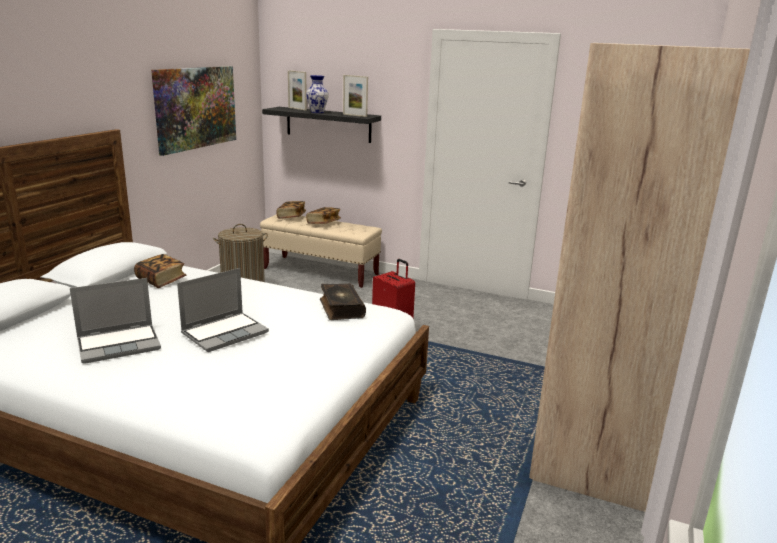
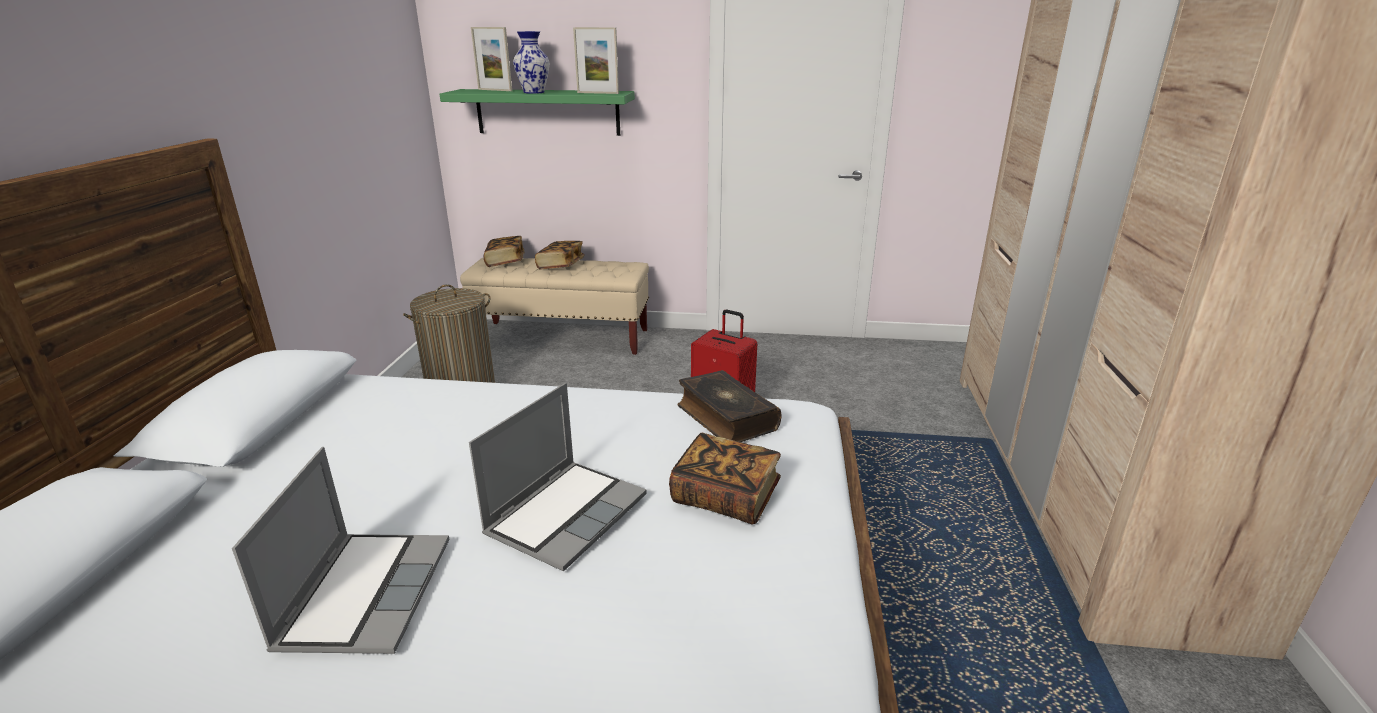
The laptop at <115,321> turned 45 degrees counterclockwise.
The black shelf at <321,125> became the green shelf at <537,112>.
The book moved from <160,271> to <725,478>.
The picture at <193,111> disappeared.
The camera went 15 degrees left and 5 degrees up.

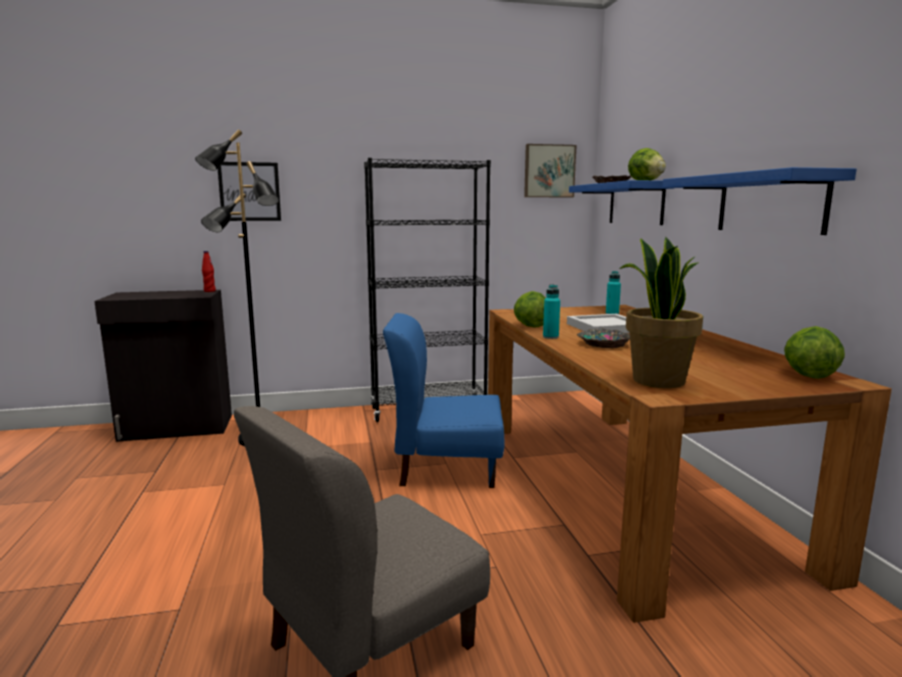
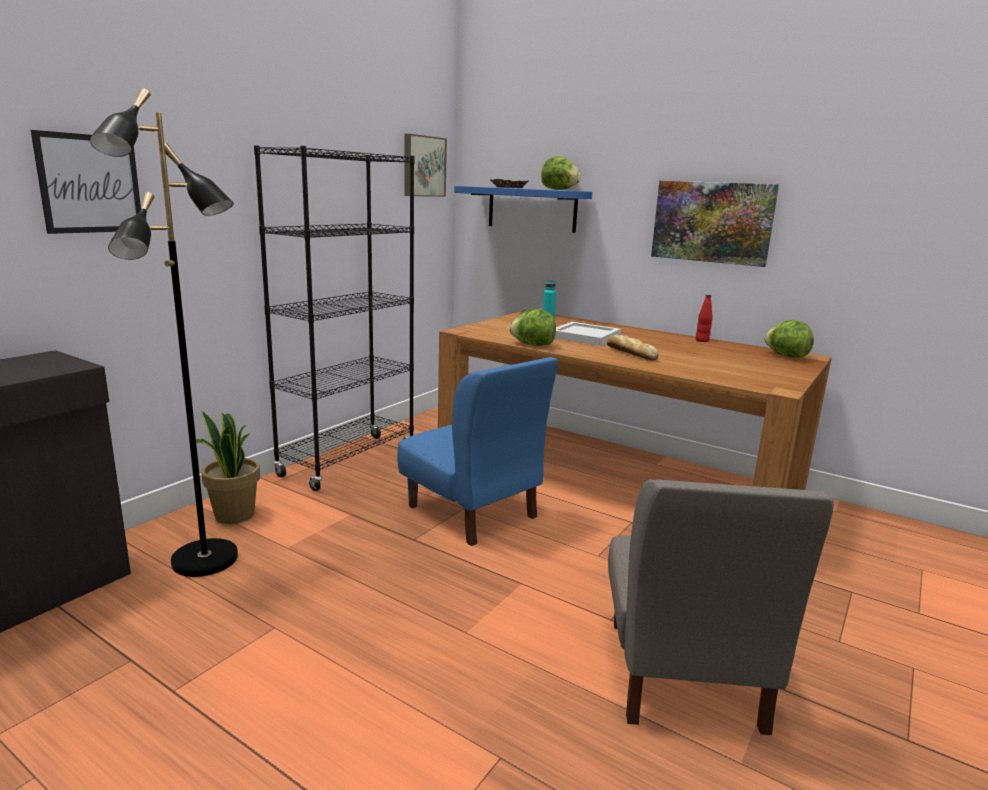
The potted plant moved from <661,312> to <228,467>.
The blue chair at <444,400> turned 90 degrees counterclockwise.
The bowl at <603,338> was replaced by the bread at <633,348>.
The blue shelf at <759,201> was replaced by the picture at <715,224>.
The red bottle moved from <209,271> to <704,318>.
The turquoise bottle at <551,311> disappeared.
The camera went 45 degrees left and 5 degrees up.

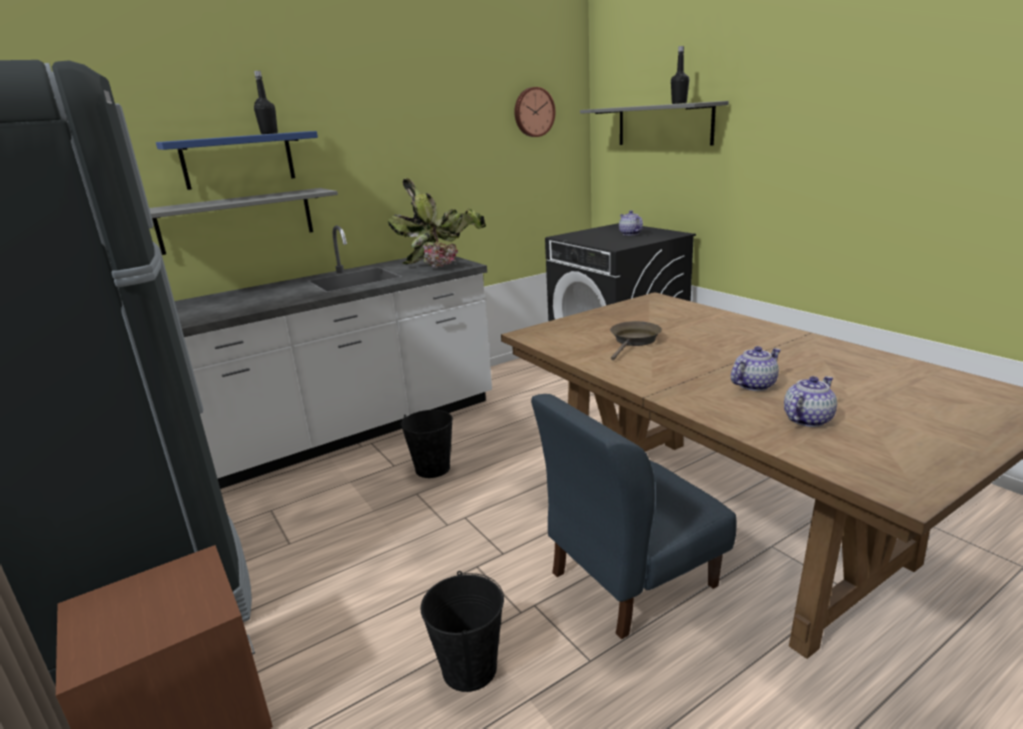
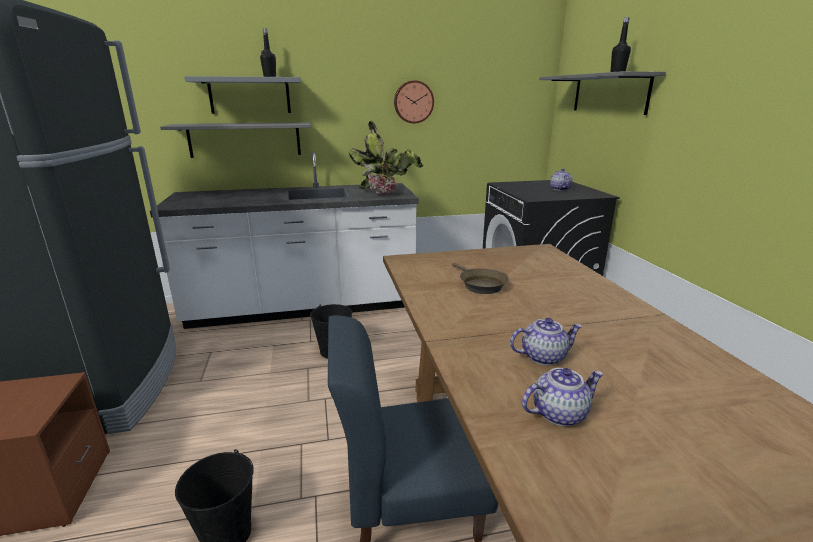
The blue shelf at <237,160> became the grey shelf at <242,95>.
The wall clock moved from <534,112> to <414,102>.
The brown frying pan at <636,340> turned 105 degrees clockwise.
The camera went 20 degrees right and 0 degrees up.

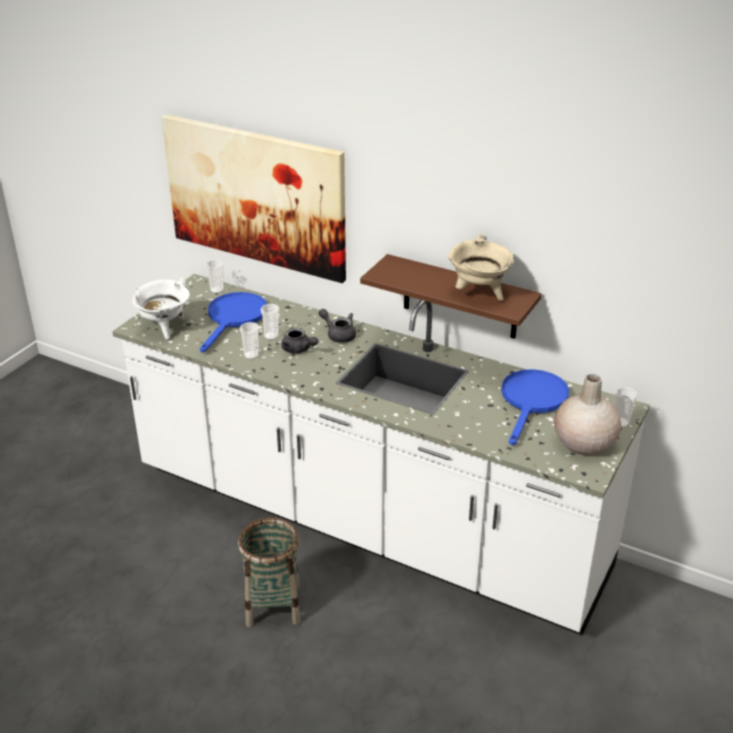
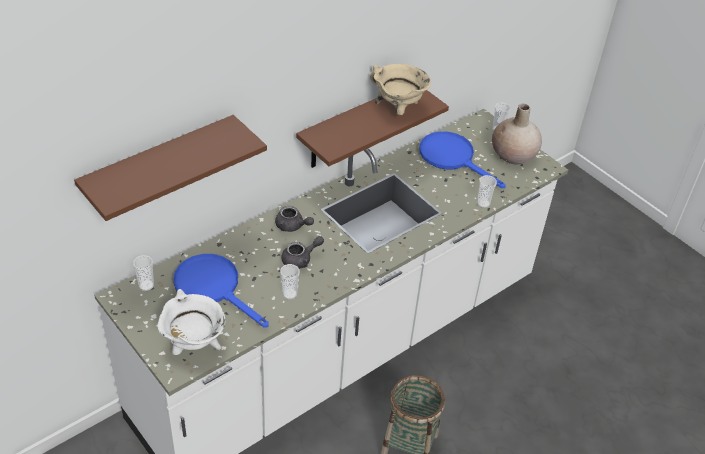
The picture at <253,198> was replaced by the brown shelf at <170,168>.
The grey teapot at <337,326> turned 120 degrees counterclockwise.
The cup moved from <270,322> to <487,191>.
The camera went 70 degrees left and 10 degrees up.

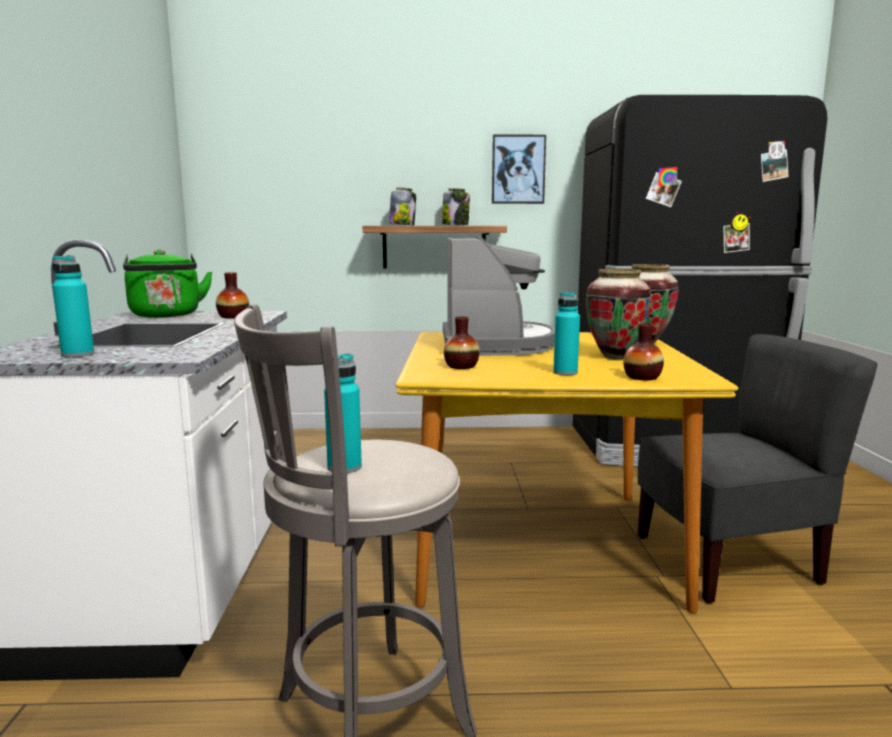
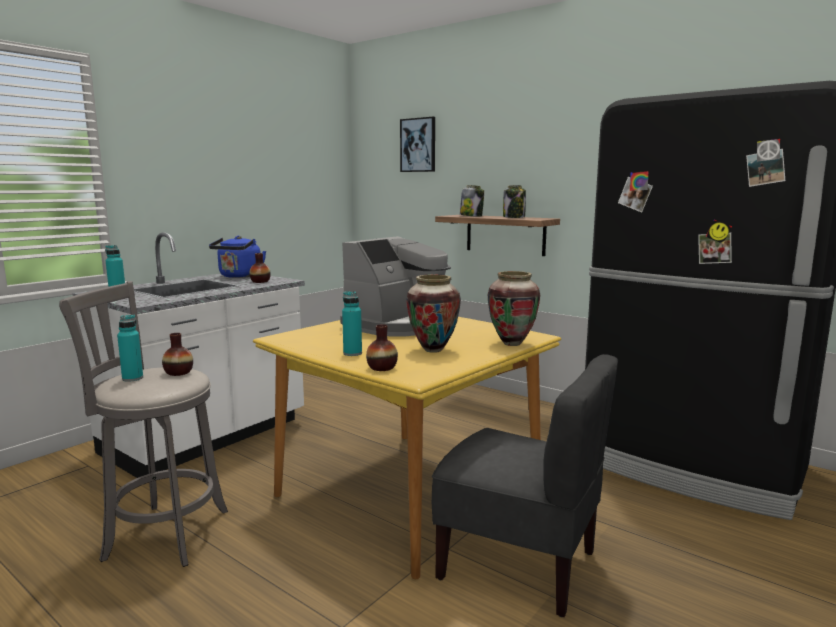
The vase moved from <462,343> to <177,354>.
The green kettle at <168,283> became the blue kettle at <237,257>.
The picture moved from <519,169> to <417,144>.
The camera went 40 degrees right and 0 degrees up.

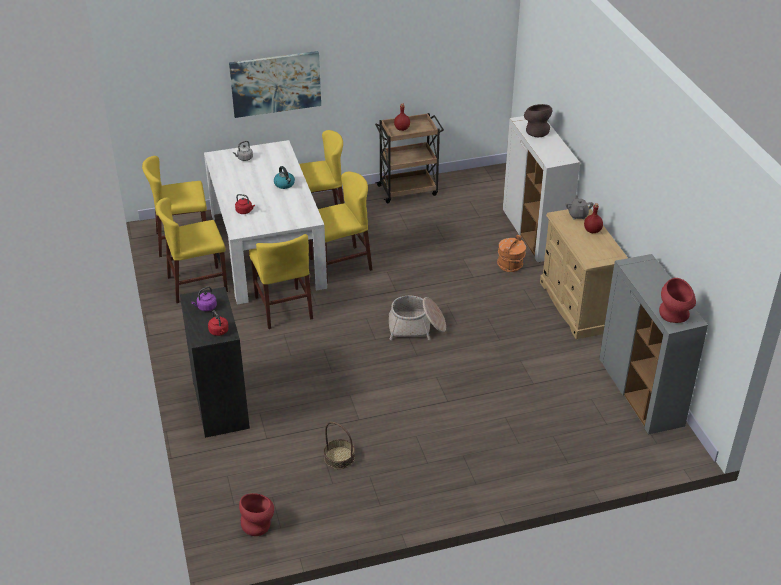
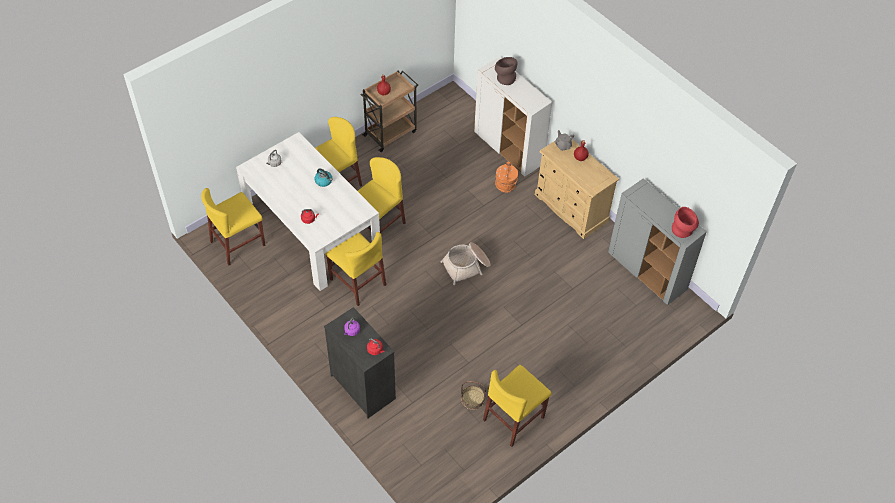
The yellow chair moved from <192,250> to <517,406>.
The picture at <275,84> disappeared.
The red vase at <256,514> disappeared.
The camera went 25 degrees left and 15 degrees up.

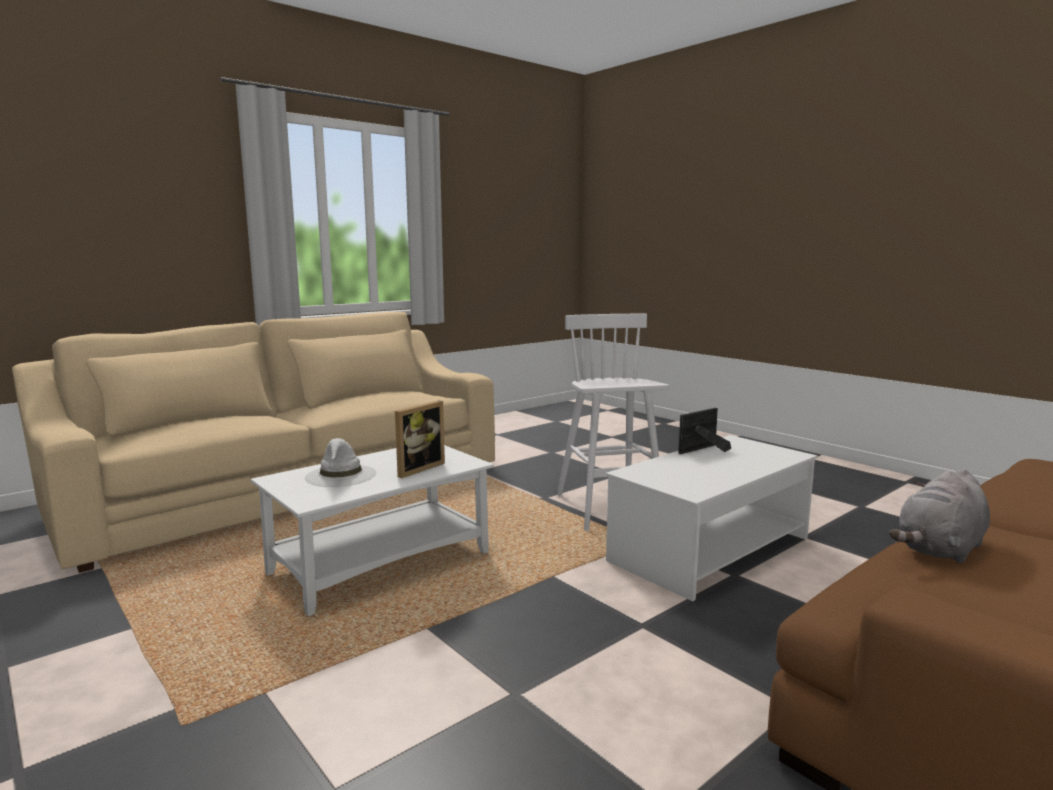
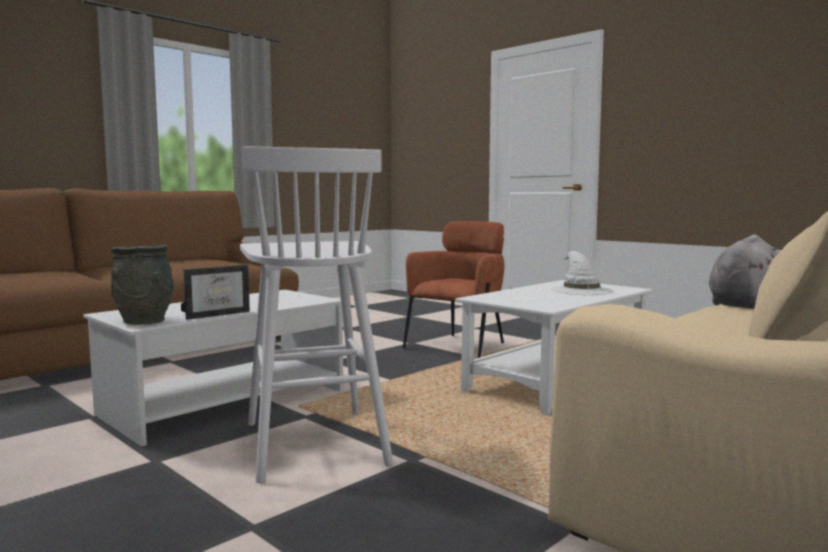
The grey vase at <142,285> appeared.
The brown armchair at <453,289> appeared.
The grey plush toy moved from <939,516> to <747,272>.
The picture frame at <420,439> disappeared.
The camera went 175 degrees right and 5 degrees down.

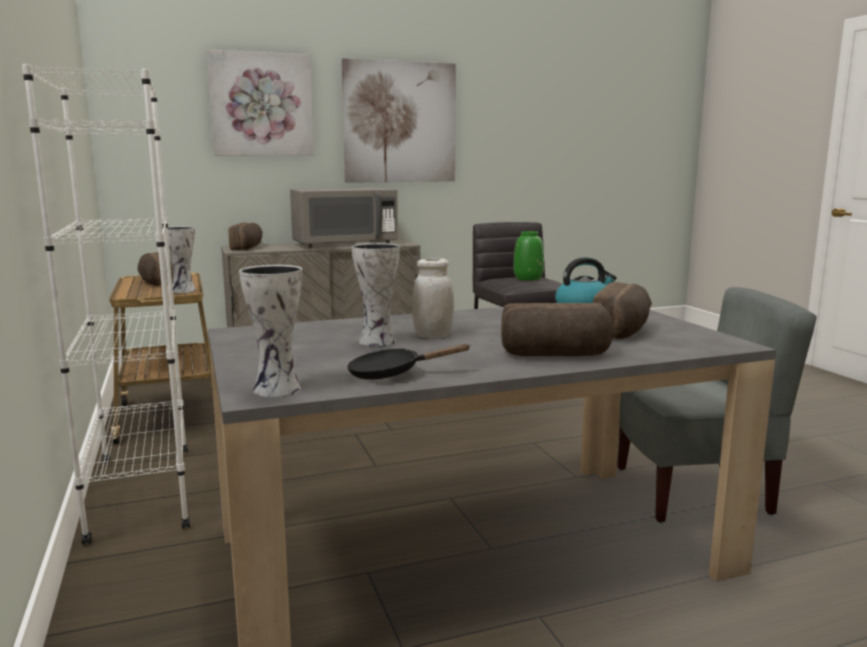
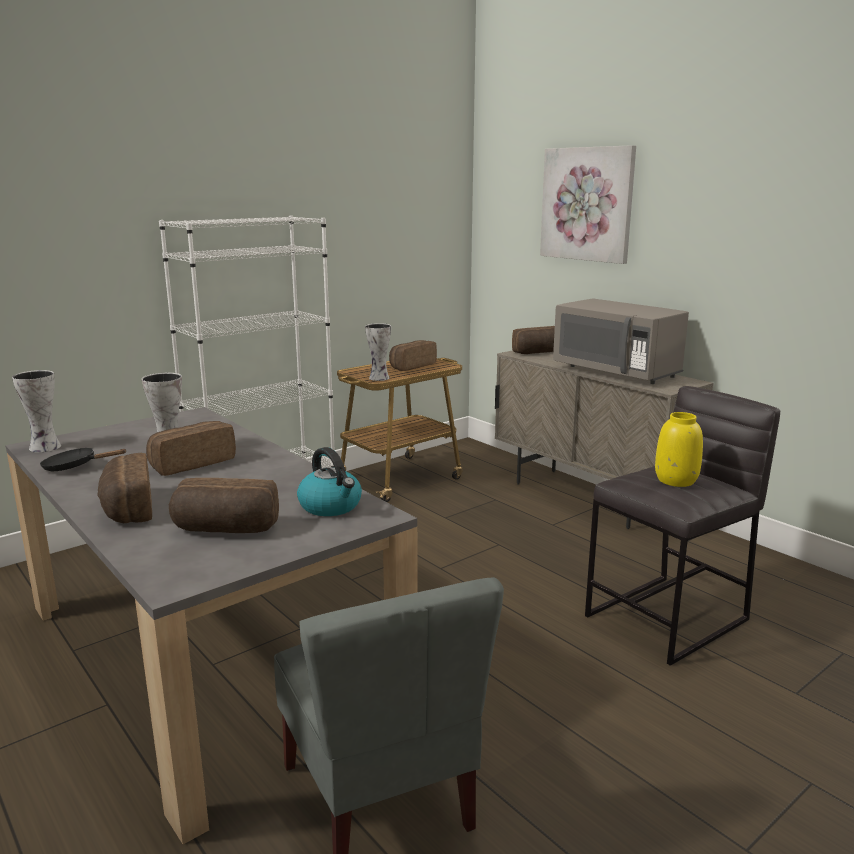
The black frying pan at <408,362> turned 60 degrees counterclockwise.
The white jar at <433,298> was replaced by the bread at <191,448>.
The green vase at <529,255> became the yellow vase at <679,449>.
The picture at <398,120> disappeared.
The camera went 70 degrees right and 5 degrees up.

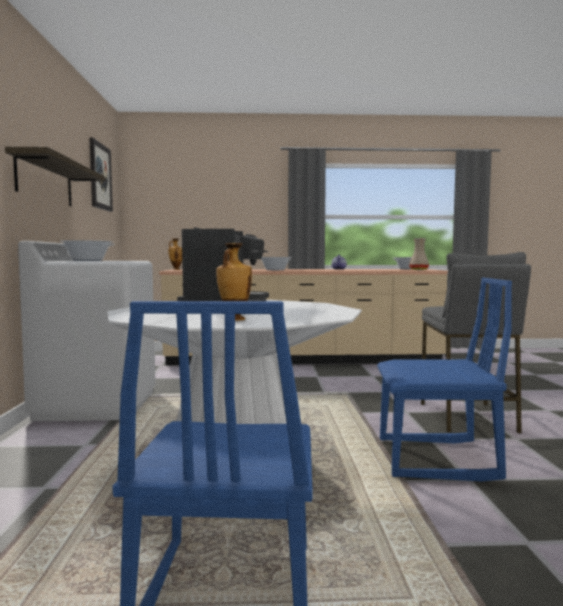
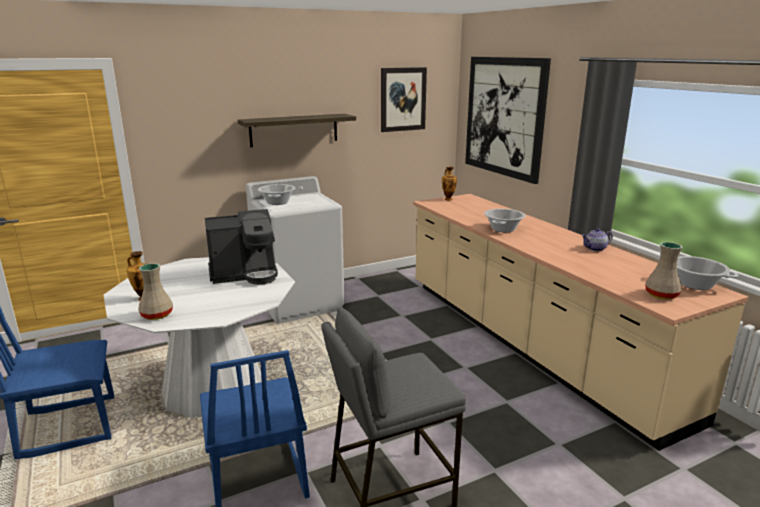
The beige vase at <155,291> appeared.
The picture at <508,120> appeared.
The camera went 65 degrees right and 15 degrees up.

